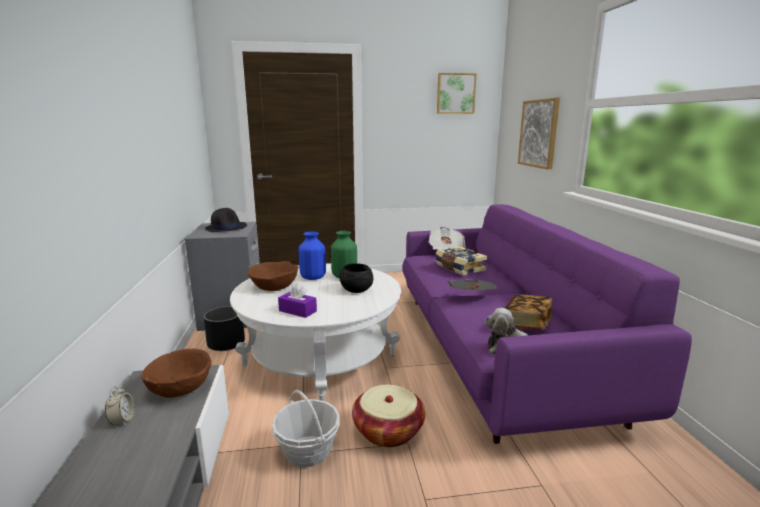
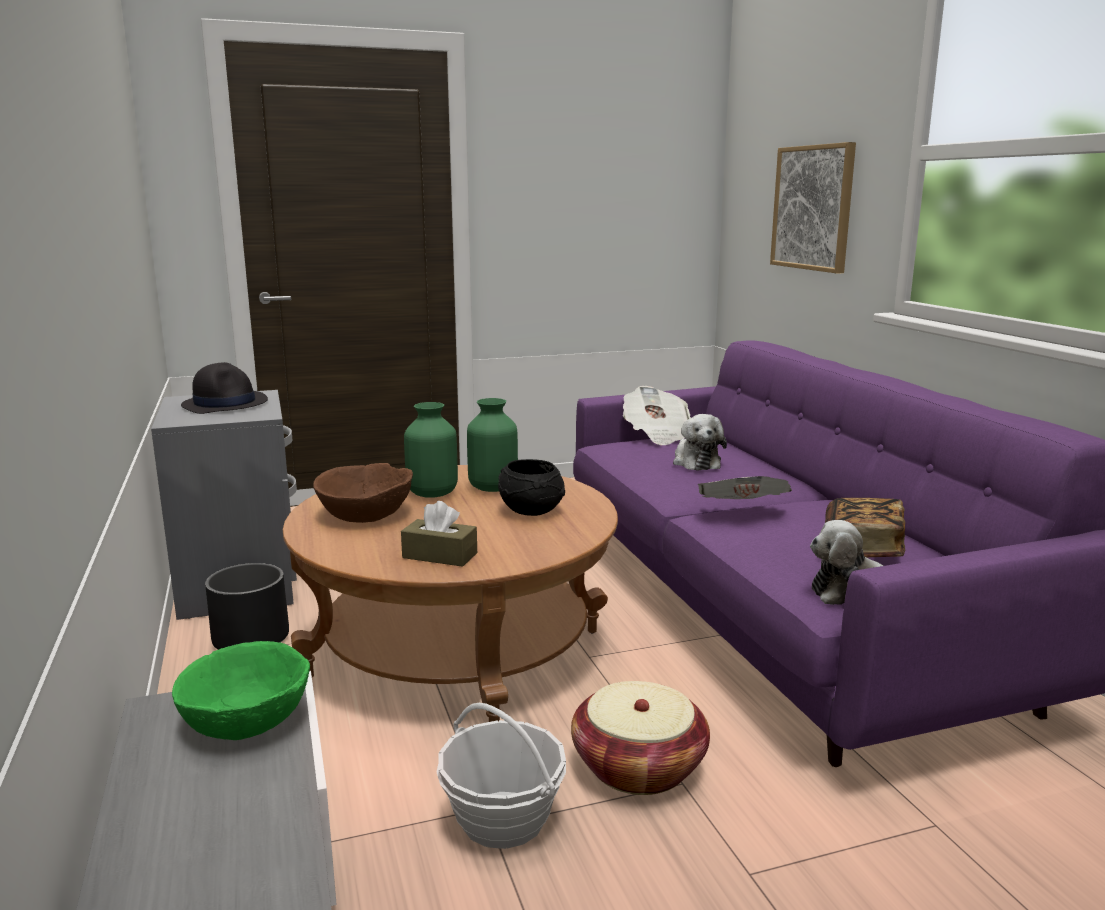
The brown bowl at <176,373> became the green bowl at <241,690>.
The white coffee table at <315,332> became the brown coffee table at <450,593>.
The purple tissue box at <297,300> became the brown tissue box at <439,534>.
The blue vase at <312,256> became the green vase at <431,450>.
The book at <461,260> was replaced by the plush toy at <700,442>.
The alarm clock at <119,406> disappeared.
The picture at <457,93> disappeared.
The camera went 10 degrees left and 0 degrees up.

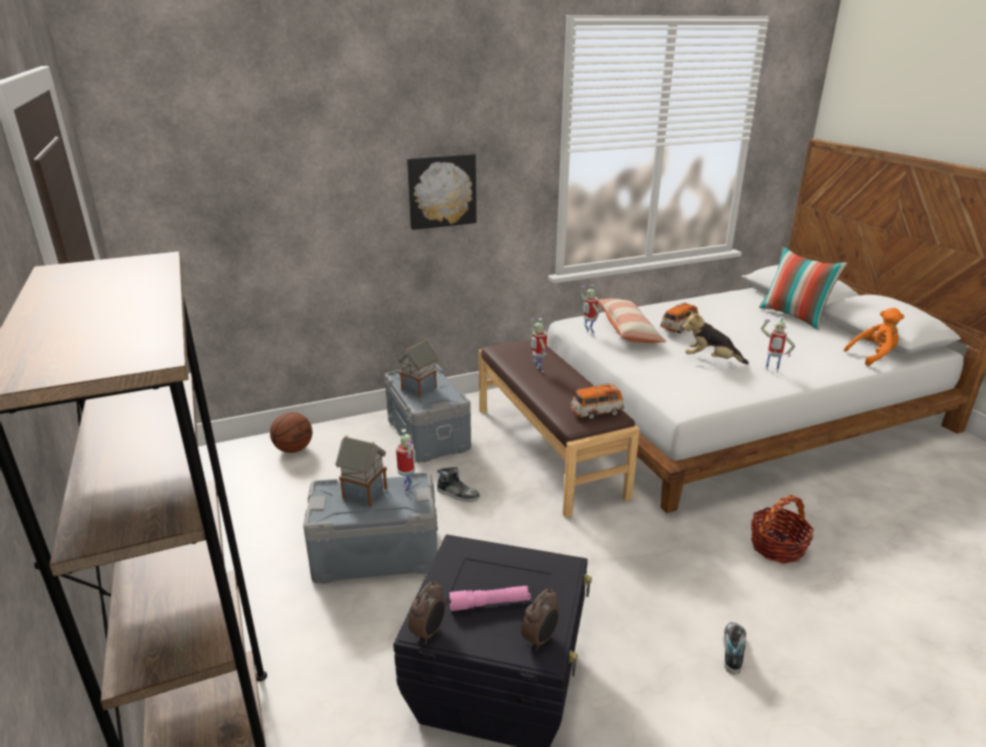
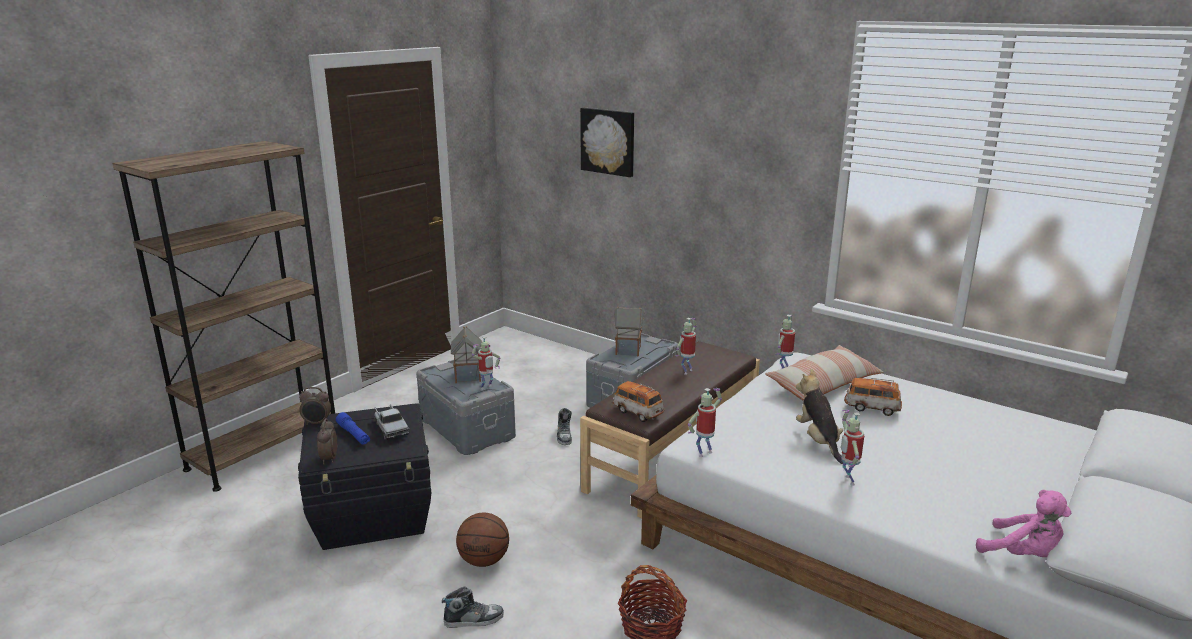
The alarm clock at <540,620> turned 75 degrees clockwise.
The pink flashlight at <490,598> became the blue flashlight at <353,428>.
The toy truck at <391,422> appeared.
The basketball moved from <291,432> to <482,540>.
The picture moved from <441,191> to <607,142>.
The toy robot at <705,422> appeared.
The orange plush toy at <874,337> became the pink plush toy at <1023,523>.
The pillow at <803,288> disappeared.
The camera went 60 degrees right and 5 degrees down.

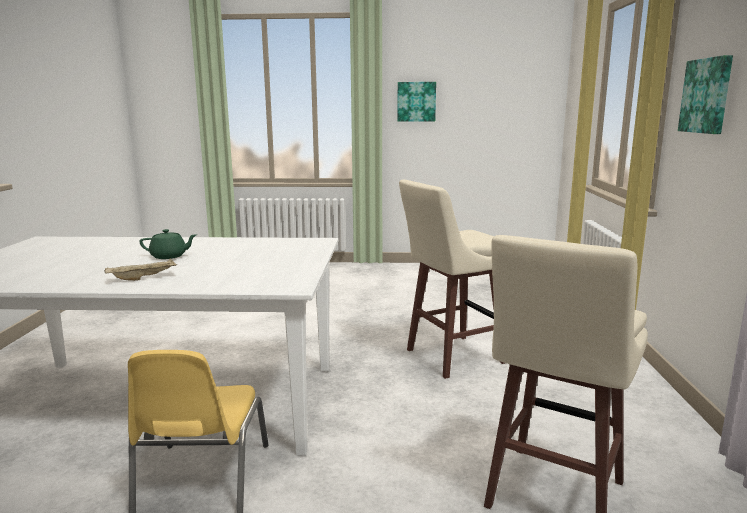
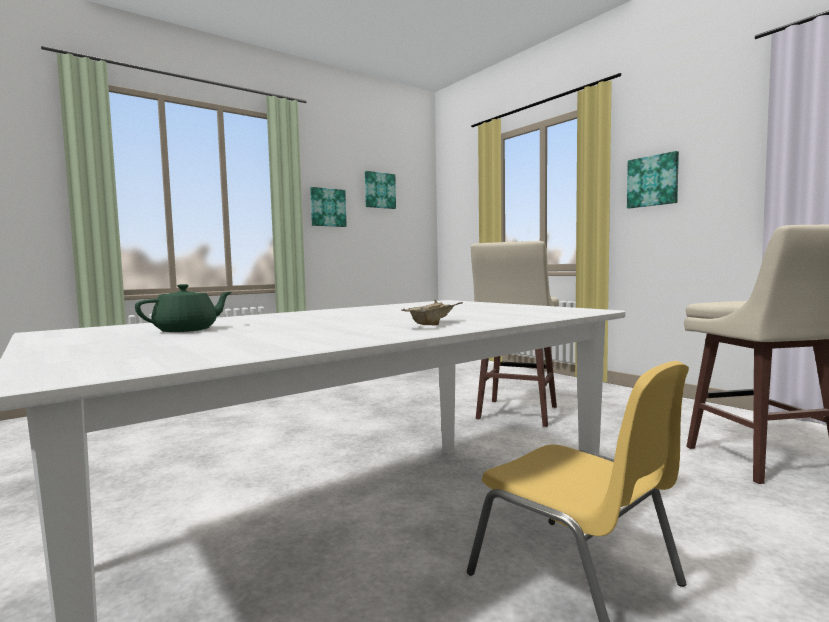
The green teapot moved from <168,244> to <183,308>.
The picture at <380,190> appeared.
The camera went 40 degrees left and 10 degrees down.

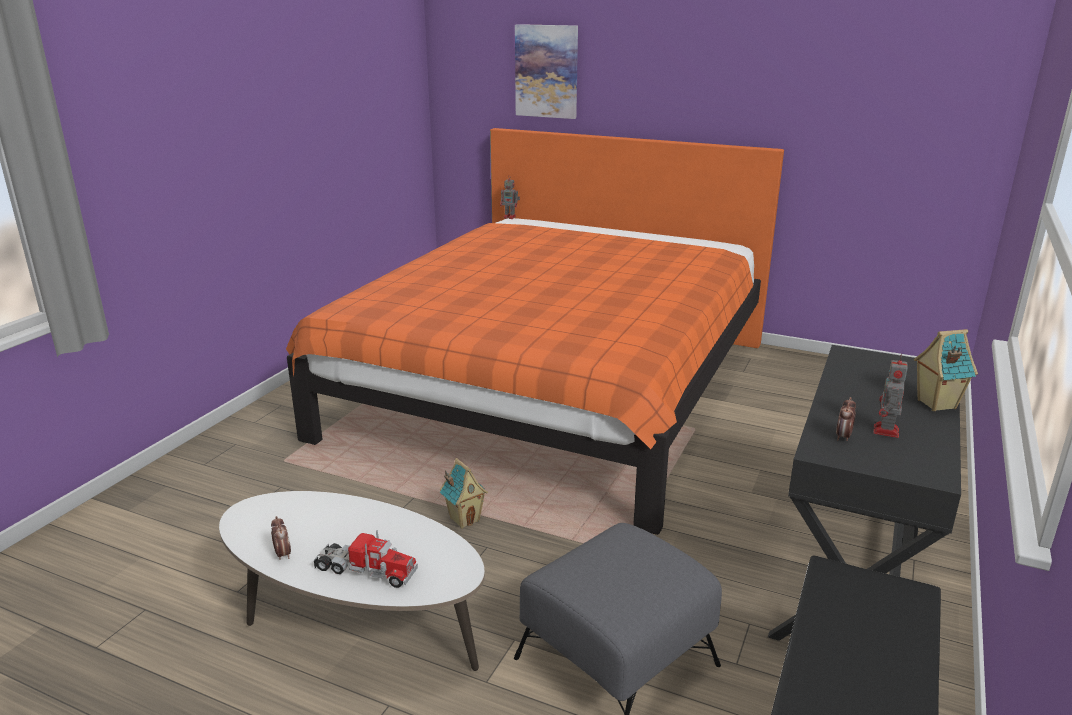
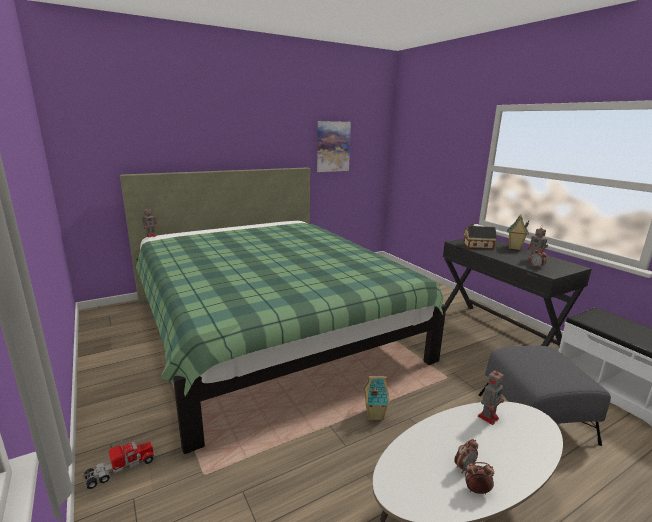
The toy truck moved from <365,558> to <119,464>.
The orange bed at <535,331> became the green bed at <283,311>.
The picture moved from <546,71> to <334,146>.
The alarm clock at <466,456> appeared.
The toy house at <480,236> appeared.
The toy robot at <491,396> appeared.
The camera went 55 degrees left and 5 degrees down.

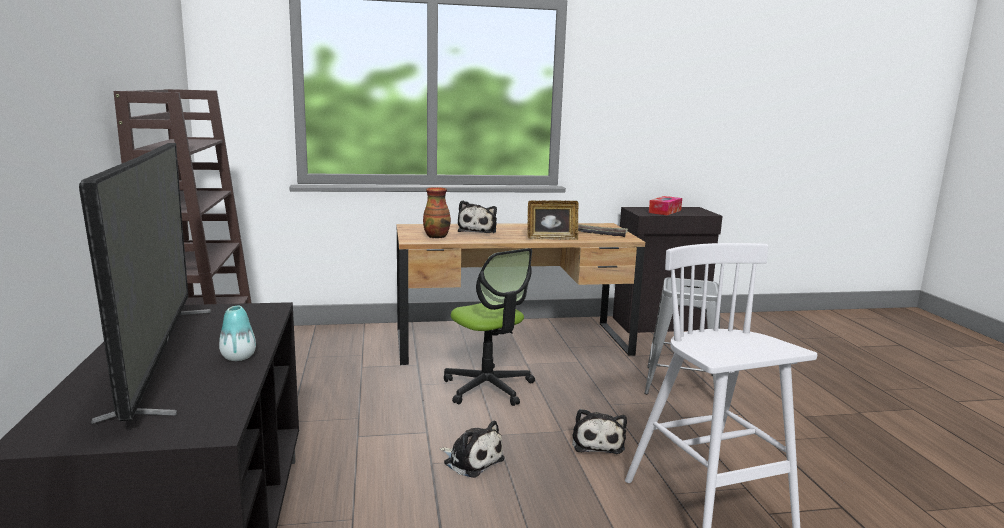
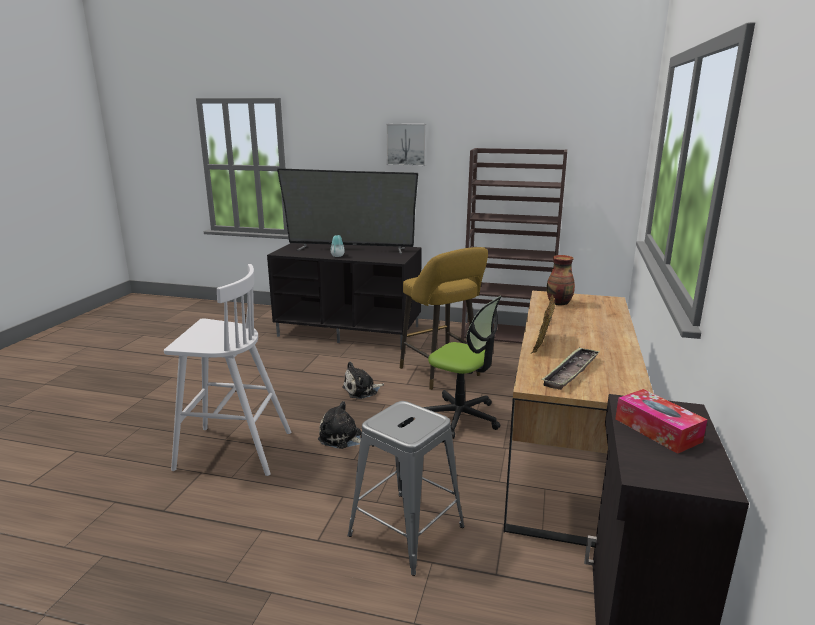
The picture at <406,145> appeared.
The yellow stool at <444,318> appeared.
The office chair at <489,327> turned 135 degrees counterclockwise.
The plush toy at <477,216> disappeared.
The camera went 115 degrees right and 5 degrees up.

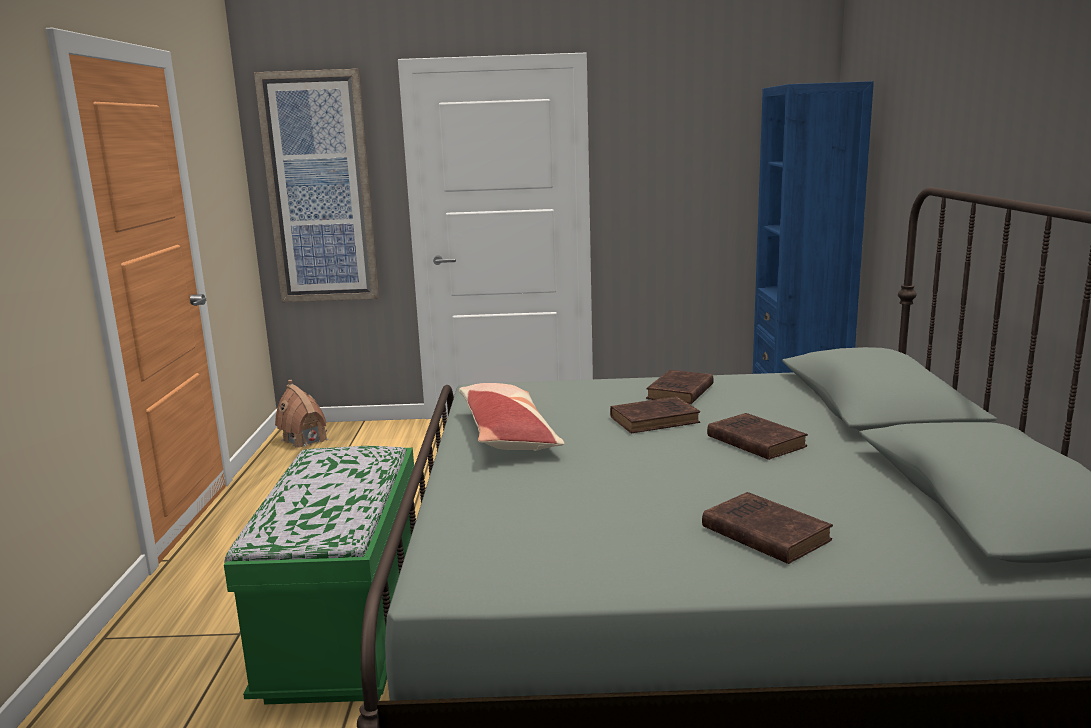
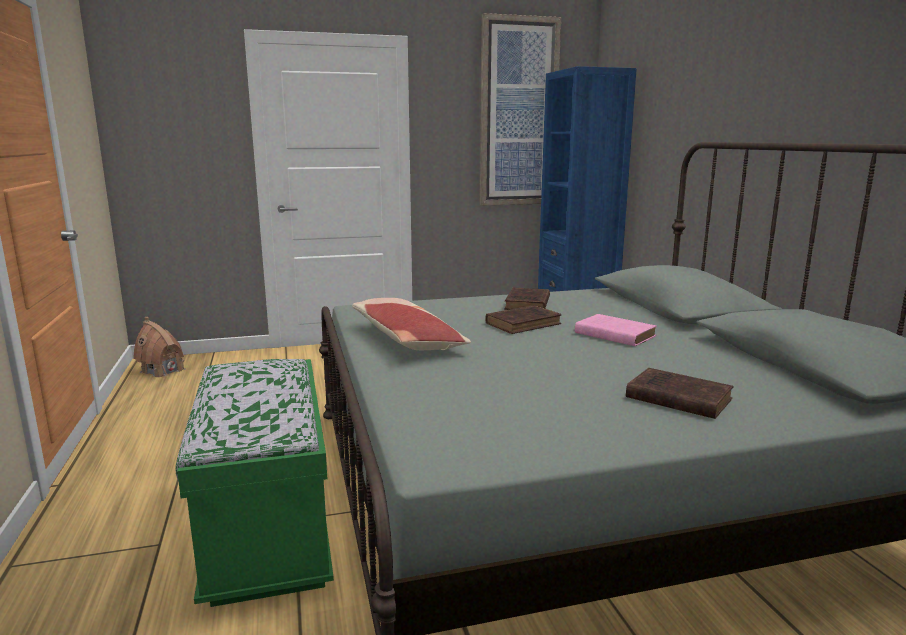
The picture moved from <316,185> to <520,109>.
The brown book at <757,436> became the pink book at <616,330>.
The camera went 15 degrees left and 0 degrees up.

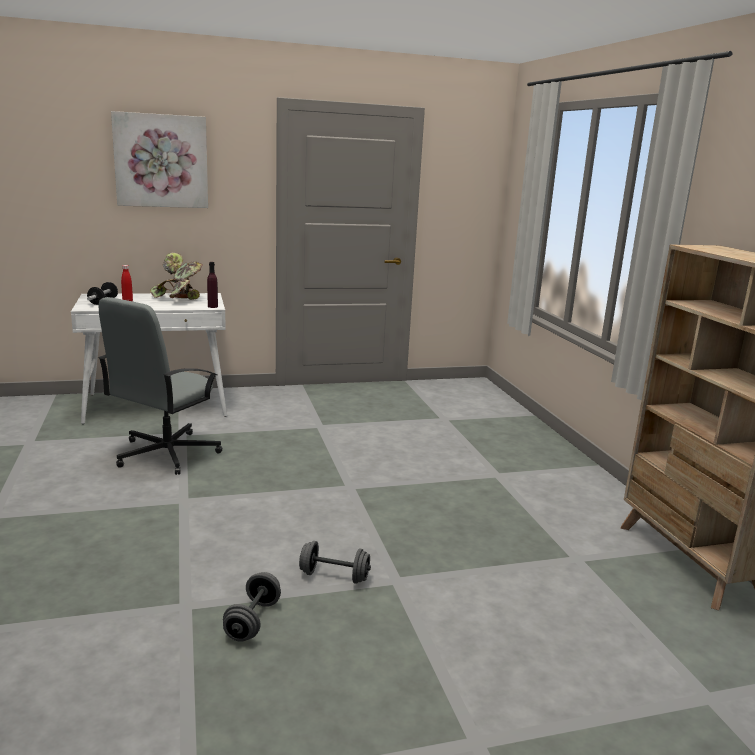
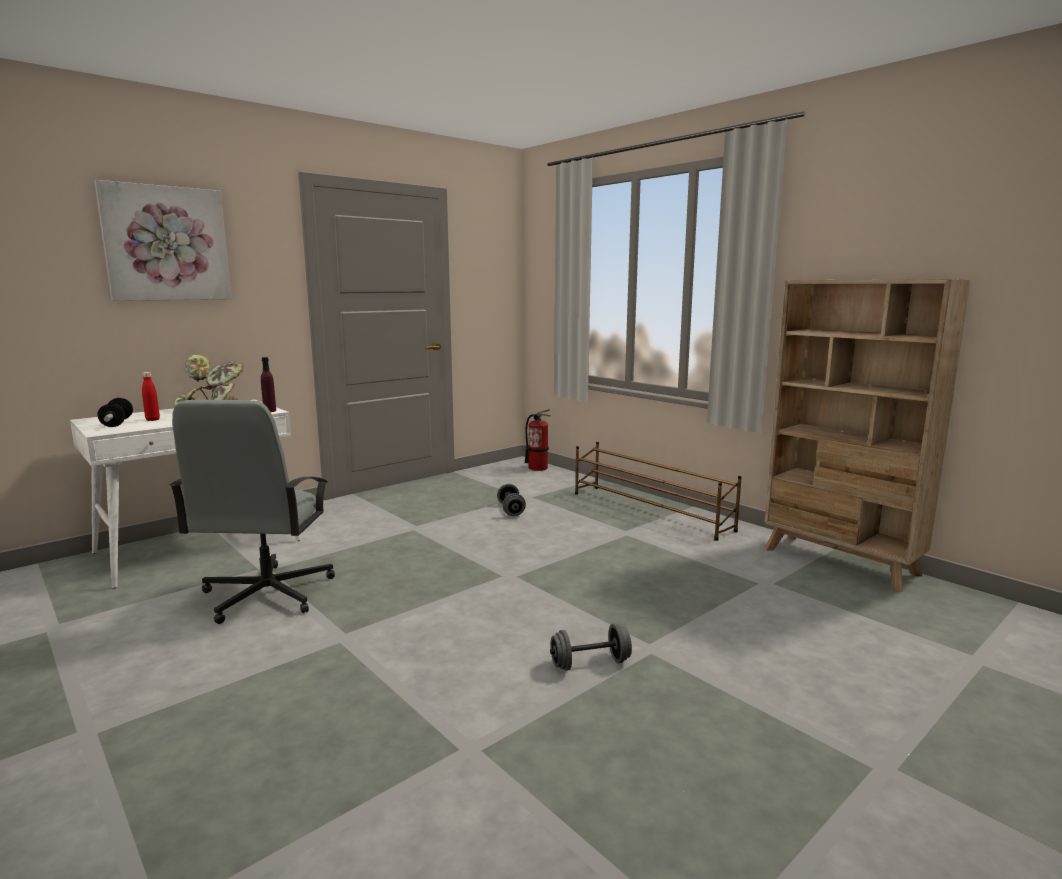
The grey dumbbell moved from <252,607> to <511,500>.
The fire extinguisher at <538,440> appeared.
The brown shoe rack at <658,491> appeared.
The camera went 25 degrees left and 5 degrees down.

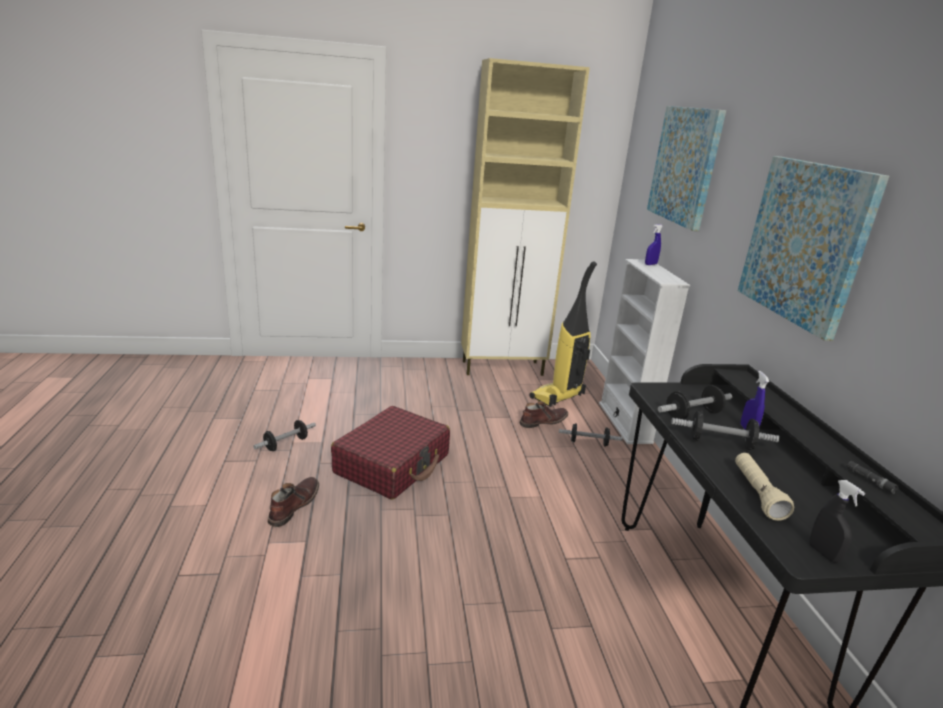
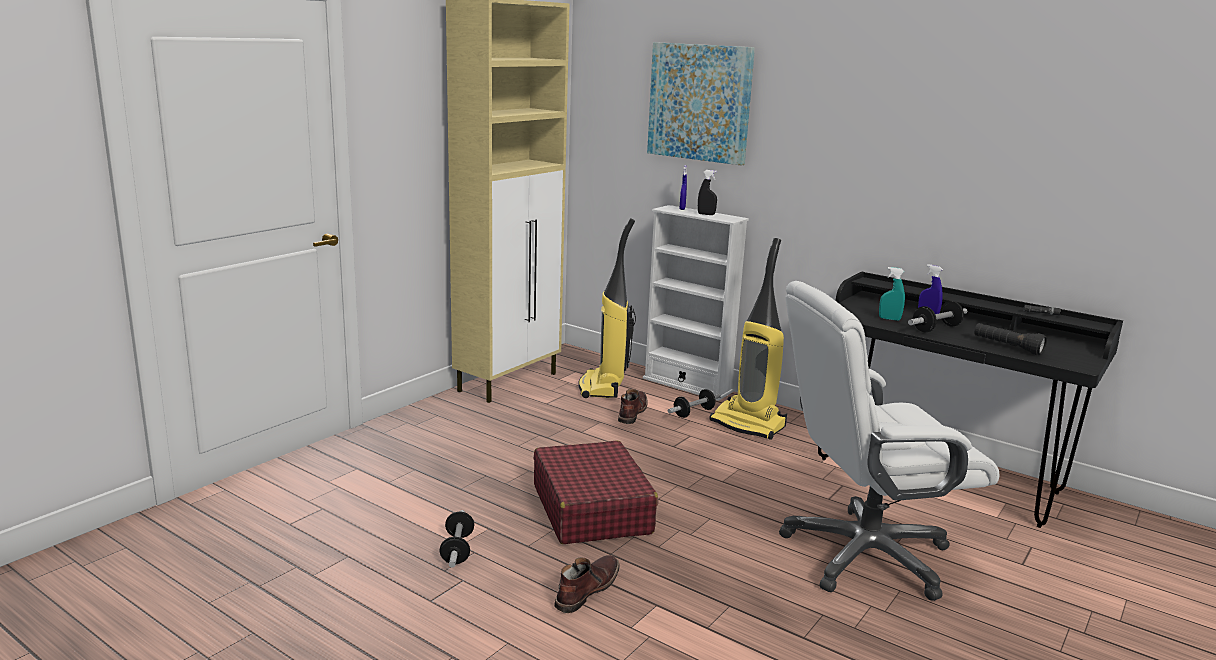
The brown boot at <293,502> turned 60 degrees clockwise.
The black spray bottle moved from <837,521> to <707,192>.
The vacuum cleaner at <748,339> appeared.
The white office chair at <889,441> appeared.
The dumbbell at <695,402> was replaced by the turquoise spray bottle at <892,294>.
The beige flashlight at <764,487> became the black flashlight at <1010,339>.
The picture at <813,248> disappeared.
The camera went 45 degrees left and 5 degrees down.

